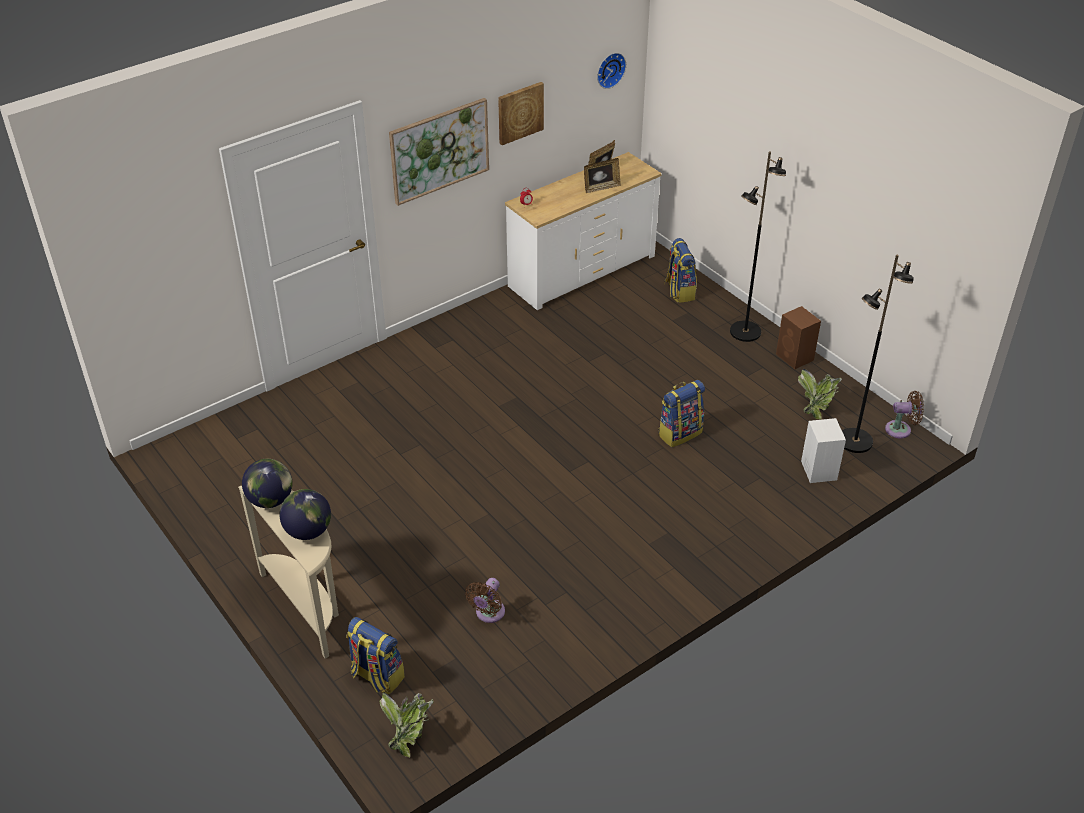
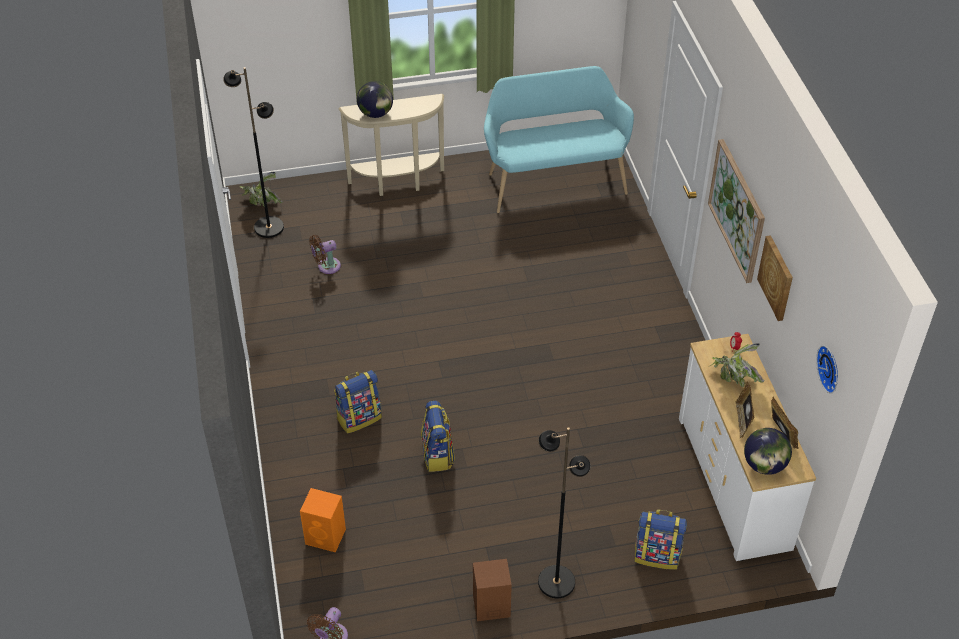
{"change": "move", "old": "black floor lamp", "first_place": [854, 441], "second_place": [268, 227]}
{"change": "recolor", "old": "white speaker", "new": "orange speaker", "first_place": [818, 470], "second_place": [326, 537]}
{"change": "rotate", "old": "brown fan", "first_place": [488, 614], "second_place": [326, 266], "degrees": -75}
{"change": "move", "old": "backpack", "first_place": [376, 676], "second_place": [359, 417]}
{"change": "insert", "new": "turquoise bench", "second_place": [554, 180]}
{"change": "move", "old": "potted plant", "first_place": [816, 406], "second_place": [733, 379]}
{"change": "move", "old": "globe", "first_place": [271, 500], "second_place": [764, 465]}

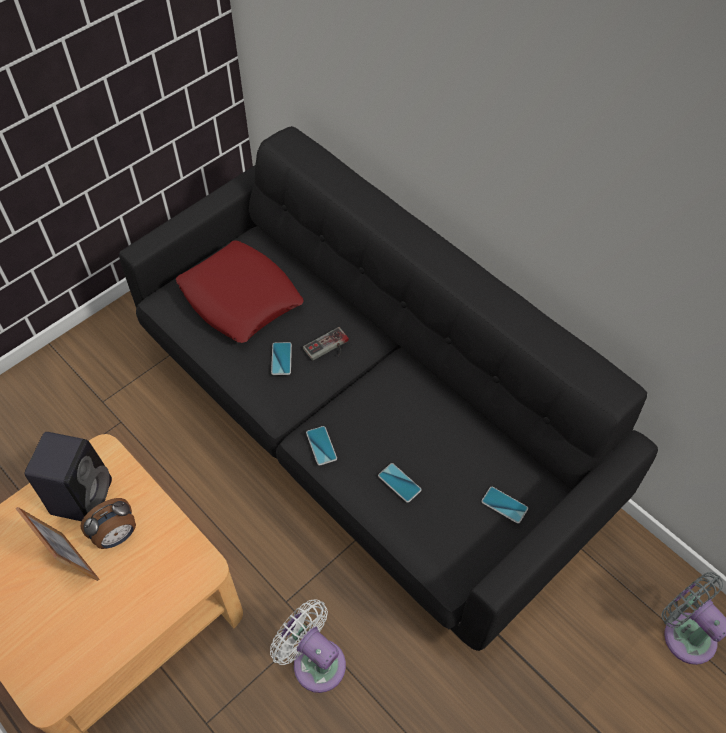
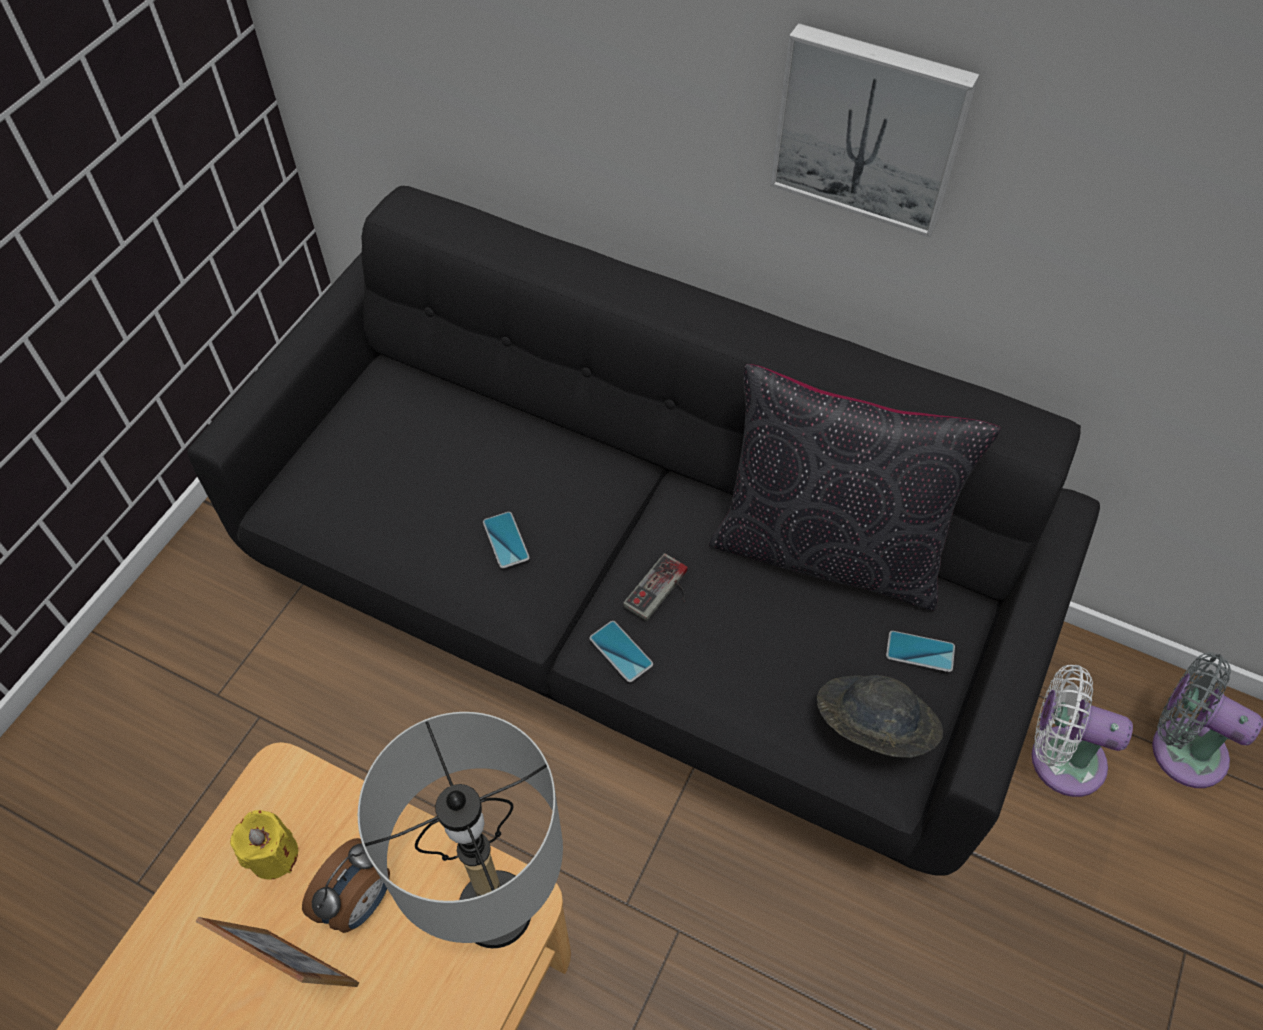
{"change": "replace", "old": "black speaker", "new": "yellow candle", "first_place": [82, 495], "second_place": [273, 855]}
{"change": "insert", "new": "grey table lamp", "second_place": [496, 911]}
{"change": "move", "old": "game controller", "first_place": [328, 348], "second_place": [662, 592]}
{"change": "insert", "new": "black pillow", "second_place": [828, 549]}
{"change": "insert", "new": "picture", "second_place": [870, 128]}
{"change": "insert", "new": "grey hat", "second_place": [872, 727]}
{"change": "move", "old": "white fan", "first_place": [315, 661], "second_place": [1059, 758]}
{"change": "delete", "old": "red pillow", "first_place": [240, 298]}
{"change": "delete", "old": "phone", "first_place": [399, 483]}

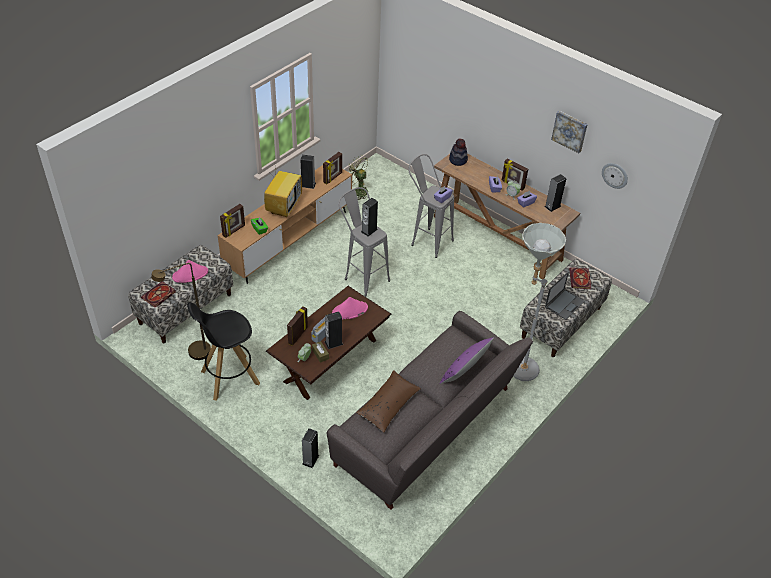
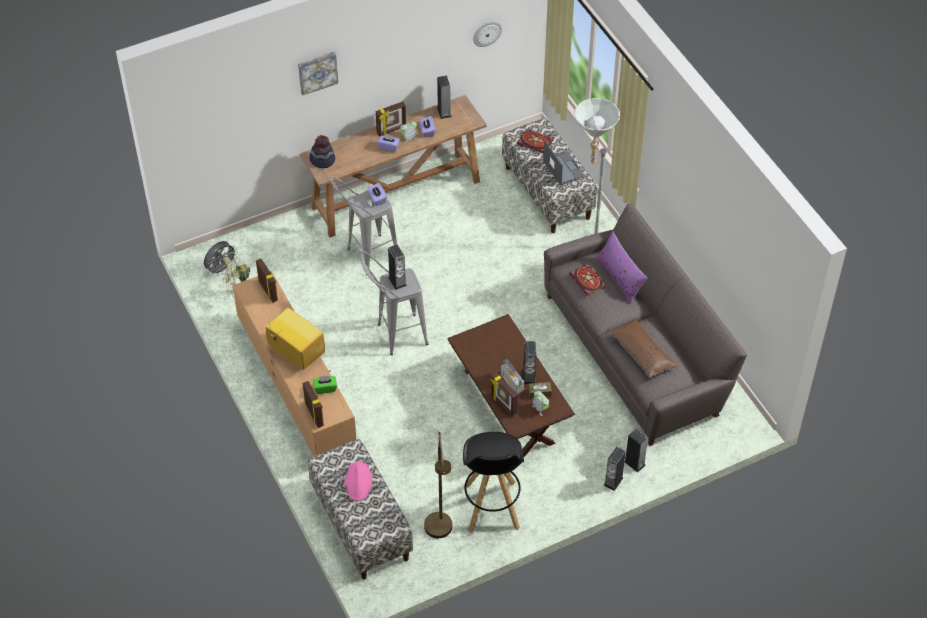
{"change": "insert", "new": "grey fan", "second_place": [221, 269]}
{"change": "move", "old": "picture", "first_place": [570, 131], "second_place": [317, 72]}
{"change": "move", "old": "book", "first_place": [158, 296], "second_place": [588, 281]}
{"change": "move", "old": "speaker", "first_place": [308, 185], "second_place": [613, 481]}
{"change": "delete", "old": "pink hat", "first_place": [349, 311]}

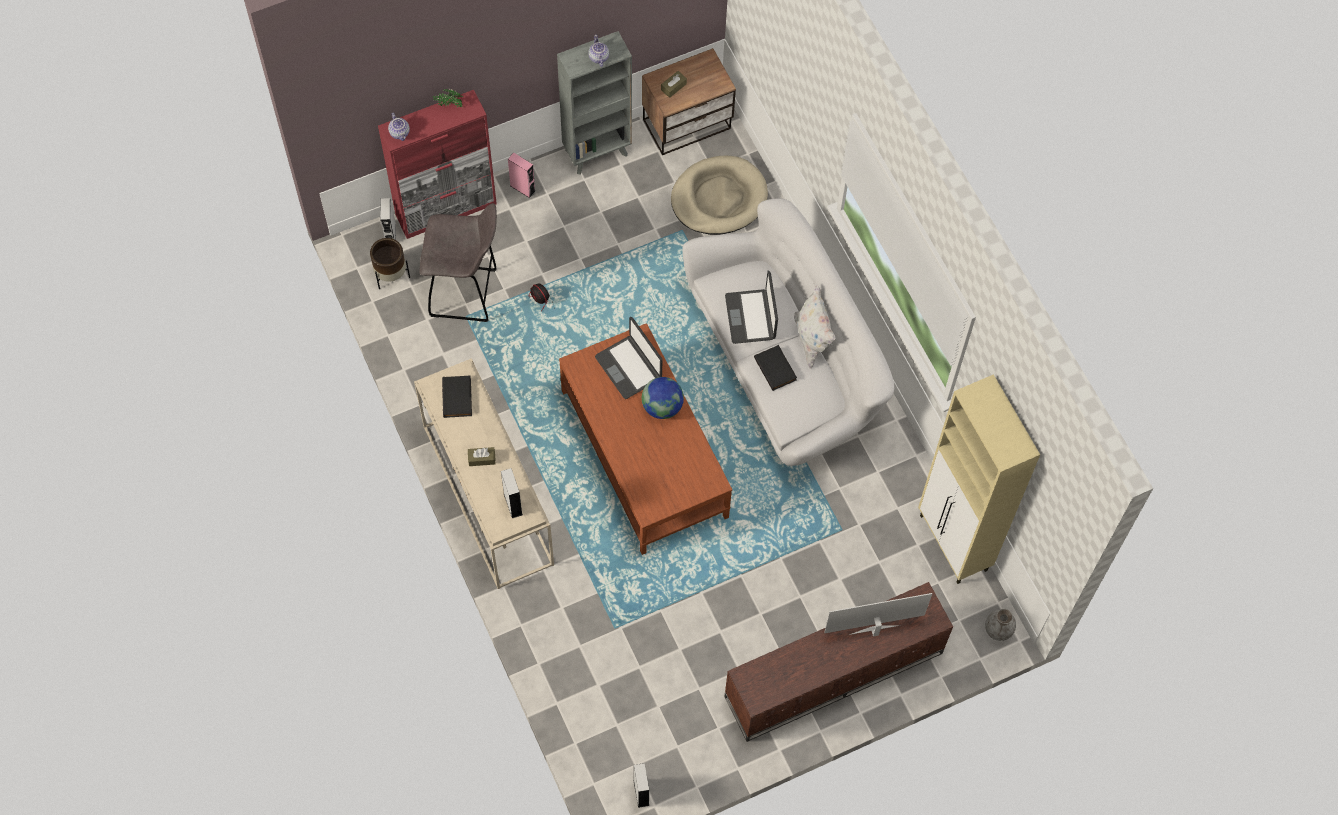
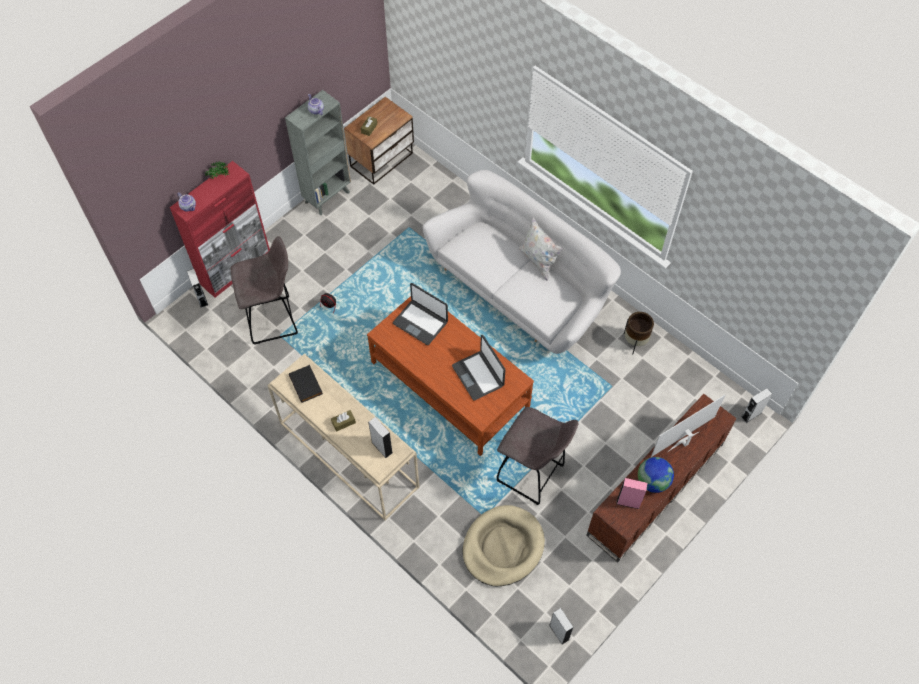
{"change": "move", "old": "laptop", "first_place": [751, 317], "second_place": [478, 375]}
{"change": "move", "old": "beige dog bed", "first_place": [718, 198], "second_place": [503, 547]}
{"change": "insert", "new": "grey stool", "second_place": [532, 474]}
{"change": "move", "old": "pink speaker", "first_place": [522, 188], "second_place": [628, 502]}
{"change": "move", "old": "brown planter", "first_place": [391, 276], "second_place": [635, 342]}
{"change": "move", "old": "globe", "first_place": [662, 406], "second_place": [652, 481]}
{"change": "replace", "old": "grey vase", "new": "grey speaker", "first_place": [998, 630], "second_place": [751, 415]}
{"change": "delete", "old": "black book", "first_place": [776, 369]}
{"change": "delete", "old": "beige cabinet", "first_place": [953, 544]}

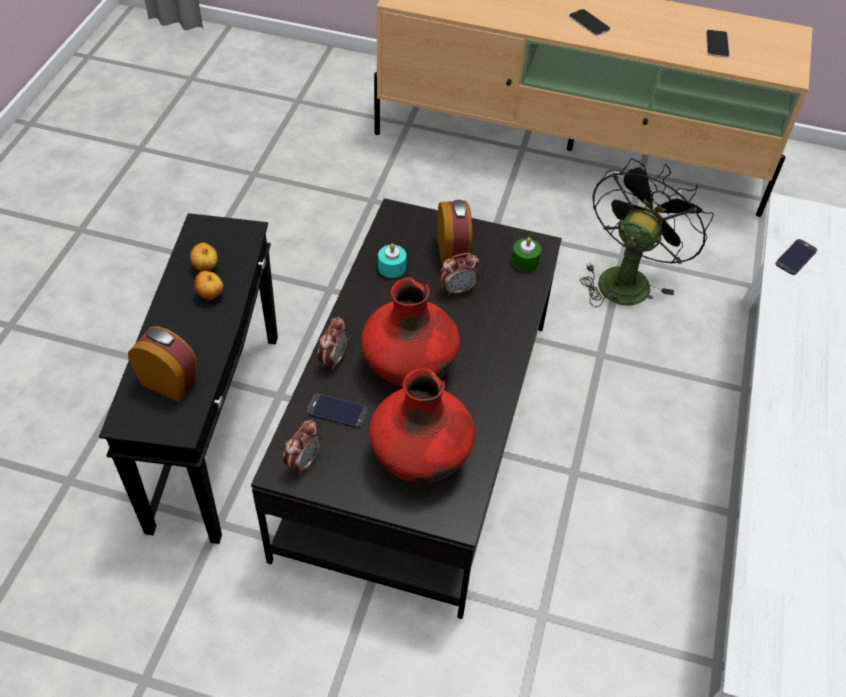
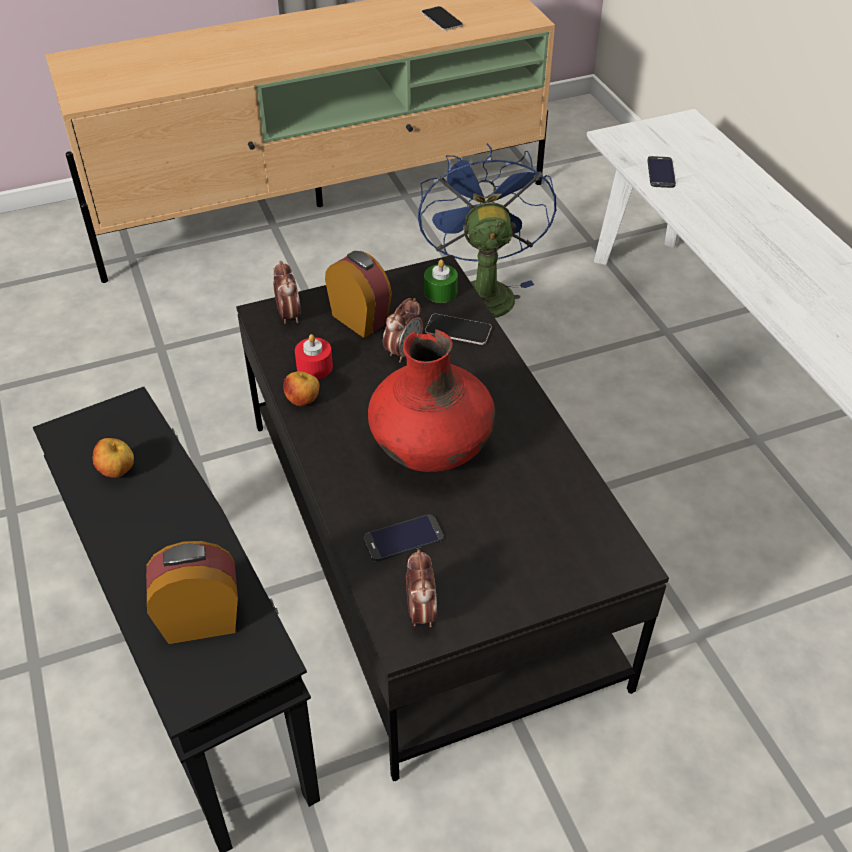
{"change": "move", "old": "alarm clock", "first_place": [333, 359], "second_place": [289, 315]}
{"change": "move", "old": "apple", "first_place": [210, 295], "second_place": [303, 401]}
{"change": "recolor", "old": "turquoise candle", "new": "red candle", "first_place": [392, 267], "second_place": [314, 367]}
{"change": "recolor", "old": "black fan", "new": "blue fan", "first_place": [627, 278], "second_place": [480, 291]}
{"change": "move", "old": "phone", "first_place": [589, 23], "second_place": [458, 330]}
{"change": "delete", "old": "red vase", "first_place": [420, 457]}

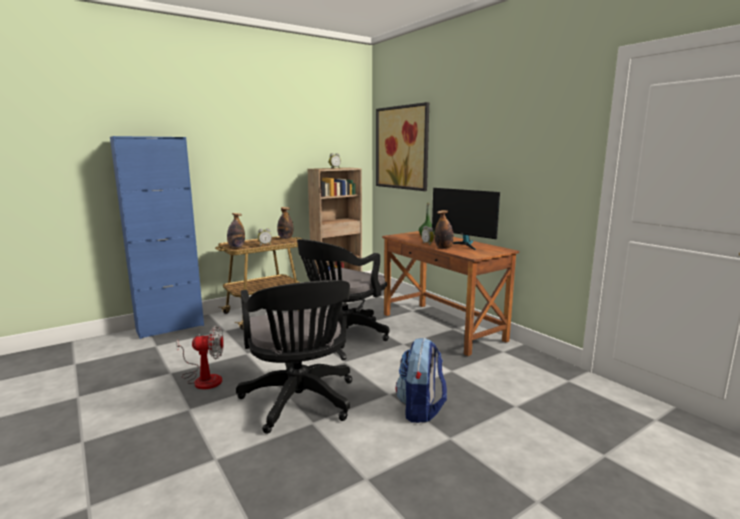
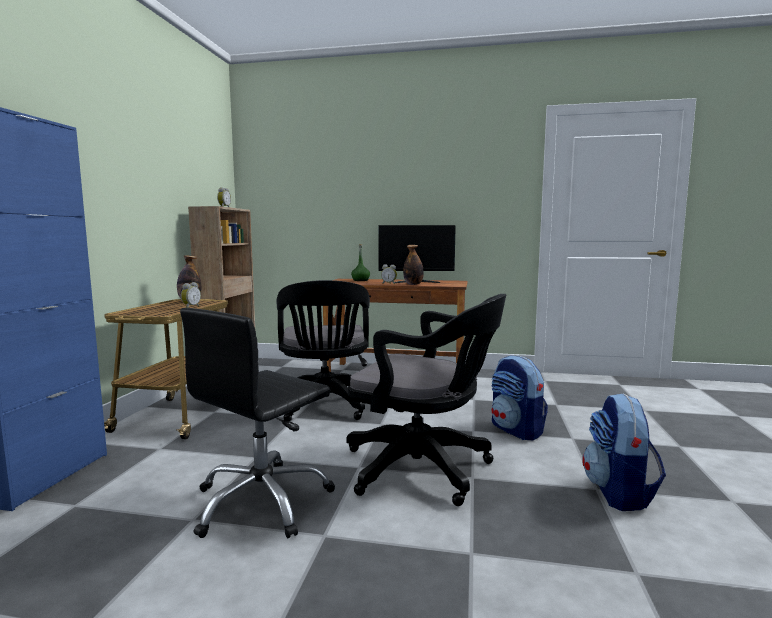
{"change": "replace", "old": "fan", "new": "black office chair", "first_place": [203, 379], "second_place": [262, 502]}
{"change": "insert", "new": "backpack", "second_place": [619, 493]}
{"change": "delete", "old": "bottle", "first_place": [236, 247]}
{"change": "delete", "old": "picture", "first_place": [402, 147]}

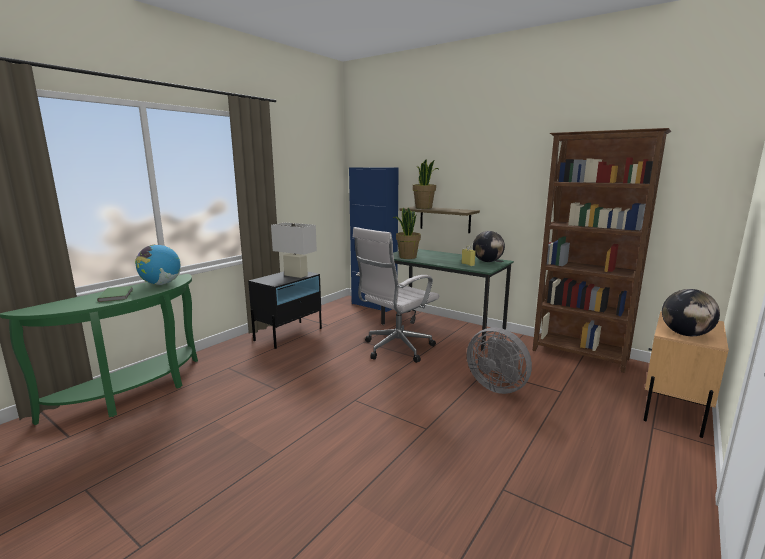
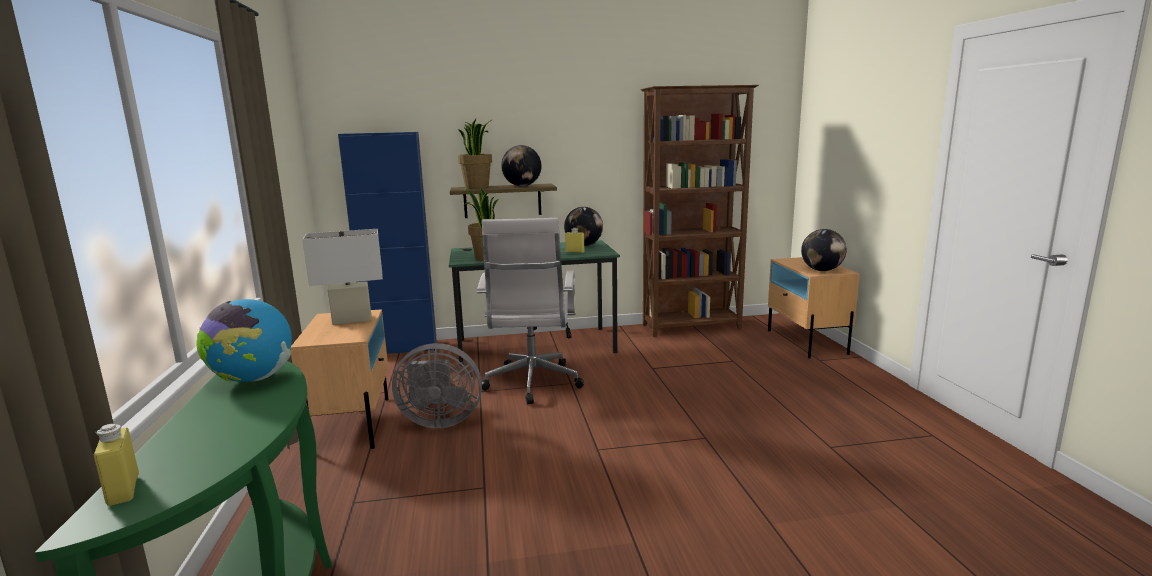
{"change": "insert", "new": "yellow bottle", "second_place": [123, 490]}
{"change": "recolor", "old": "black nightstand", "new": "beige nightstand", "first_place": [289, 334], "second_place": [353, 424]}
{"change": "move", "old": "grey fan", "first_place": [497, 386], "second_place": [439, 420]}
{"change": "insert", "new": "globe", "second_place": [522, 186]}
{"change": "delete", "old": "green book", "first_place": [117, 295]}

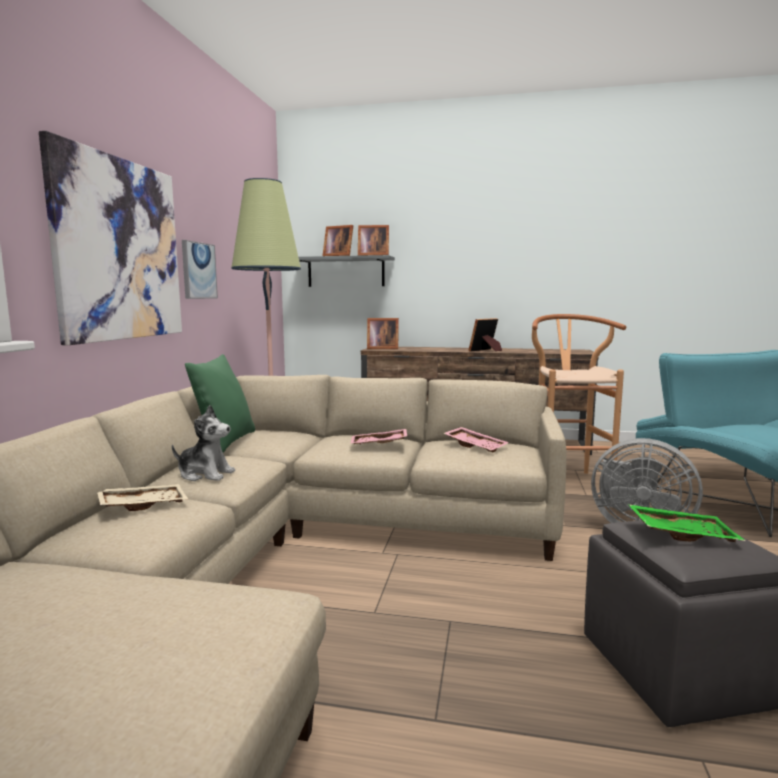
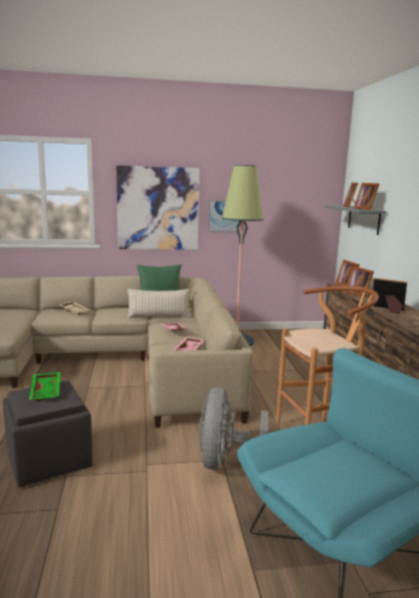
{"change": "insert", "new": "beige pillow", "second_place": [159, 316]}
{"change": "insert", "new": "picture frame", "second_place": [358, 294]}
{"change": "delete", "old": "plush toy", "first_place": [205, 474]}

